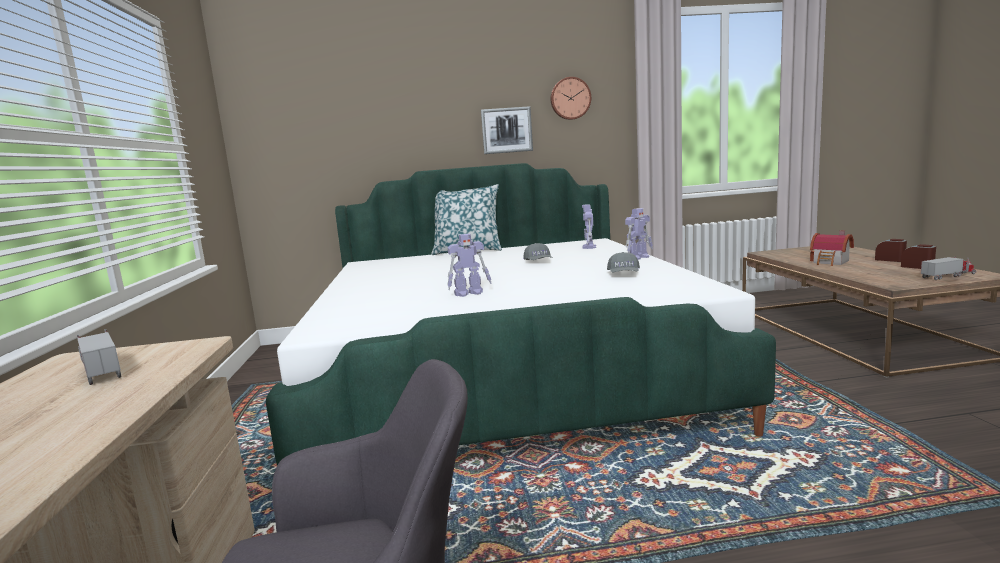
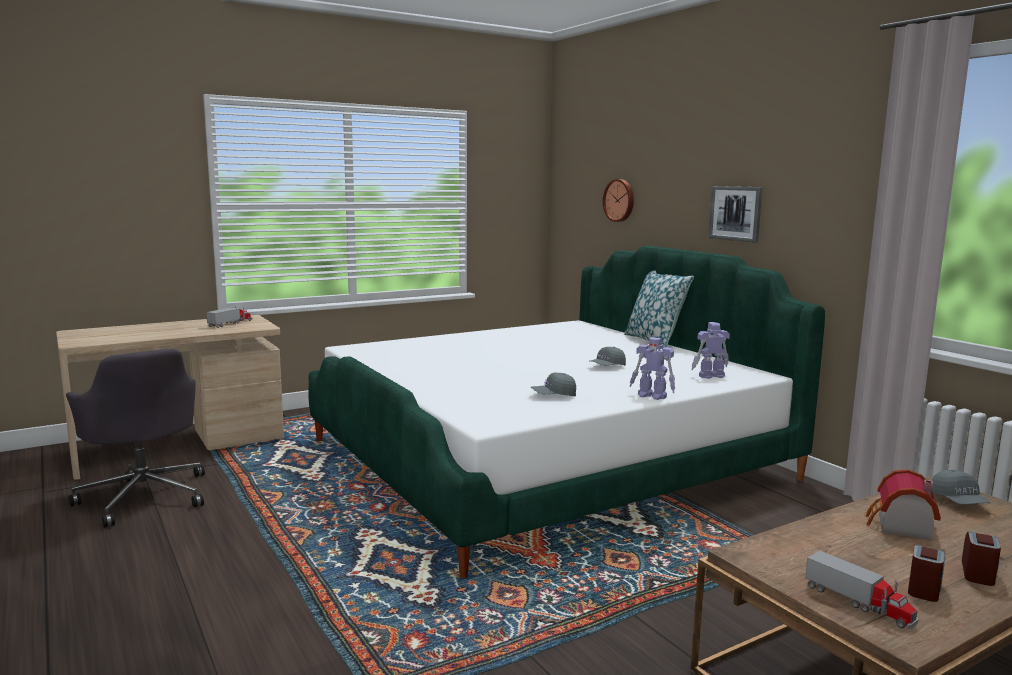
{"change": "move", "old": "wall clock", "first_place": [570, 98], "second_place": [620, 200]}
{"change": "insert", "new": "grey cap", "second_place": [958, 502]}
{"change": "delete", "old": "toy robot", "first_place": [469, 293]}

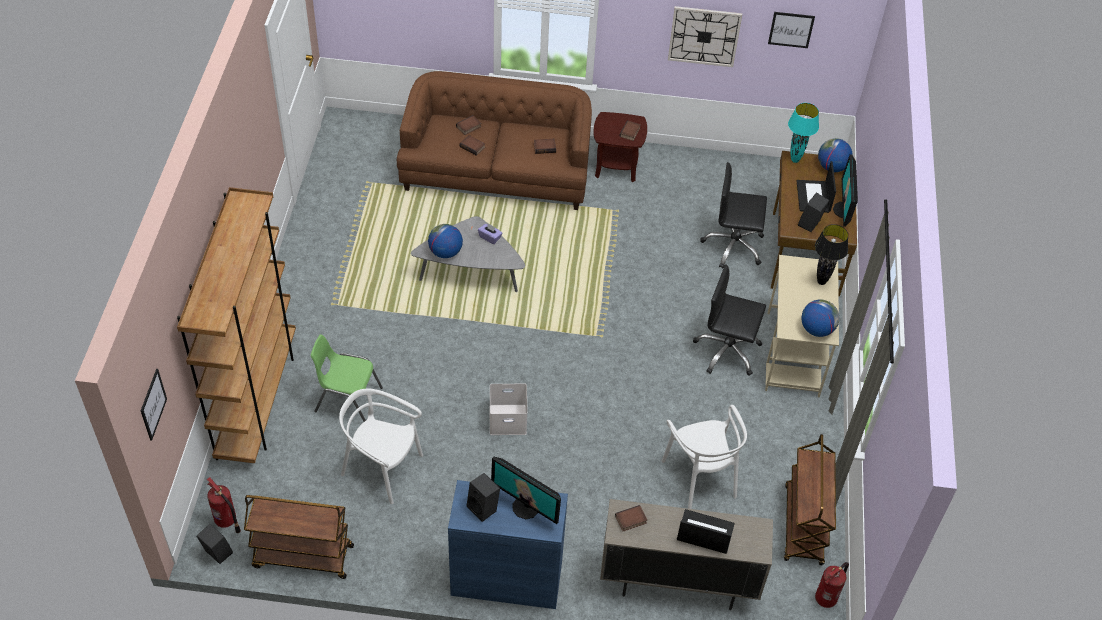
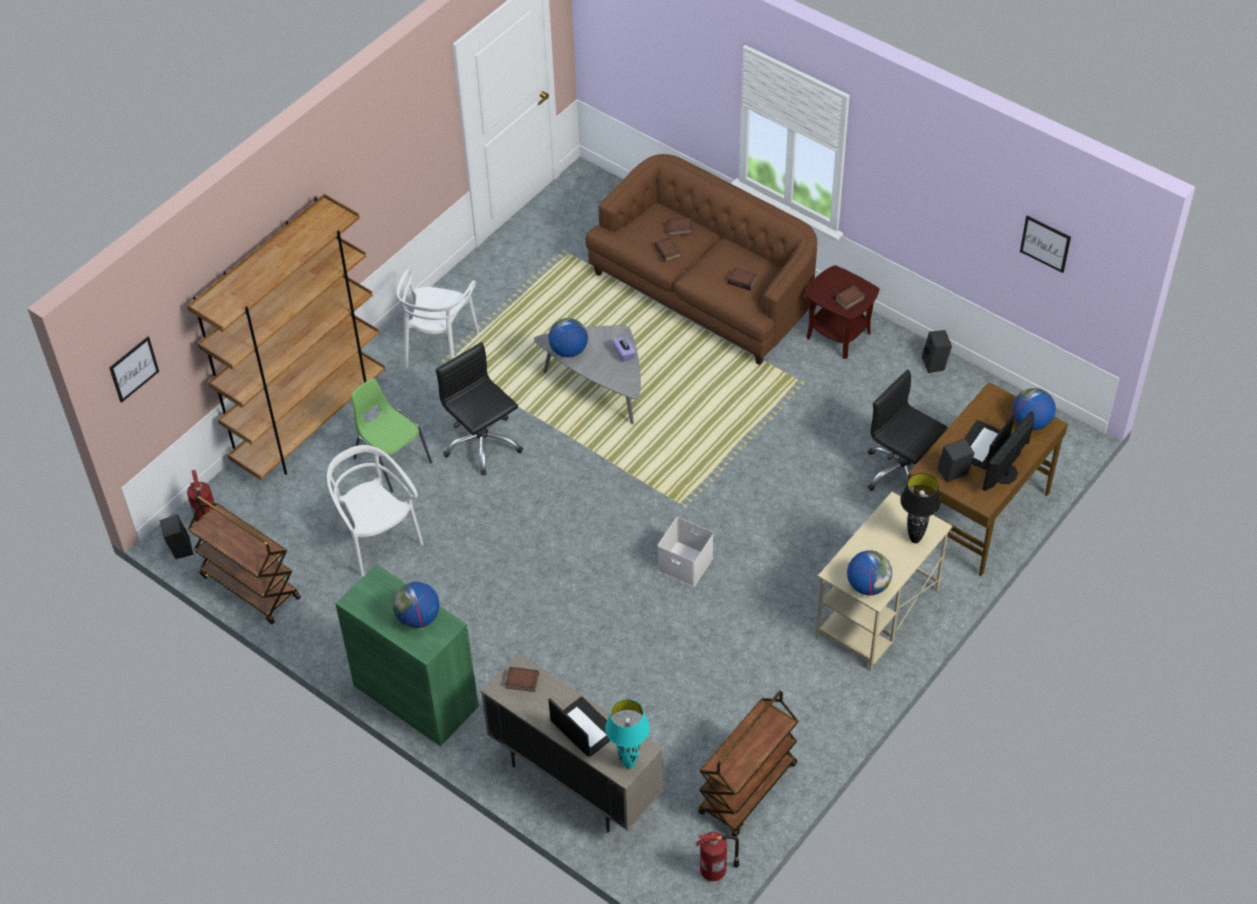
{"change": "recolor", "old": "blue cabinet", "new": "green cabinet", "first_place": [506, 578], "second_place": [416, 696]}
{"change": "replace", "old": "monitor", "new": "globe", "first_place": [525, 507], "second_place": [418, 618]}
{"change": "move", "old": "white chair", "first_place": [701, 477], "second_place": [439, 348]}
{"change": "move", "old": "black office chair", "first_place": [727, 351], "second_place": [482, 444]}
{"change": "move", "old": "turquoise table lamp", "first_place": [795, 160], "second_place": [628, 764]}
{"change": "move", "old": "white storage box", "first_place": [508, 419], "second_place": [686, 563]}
{"change": "move", "old": "black speaker", "first_place": [484, 508], "second_place": [935, 364]}
{"change": "delete", "old": "wall clock", "first_place": [704, 36]}

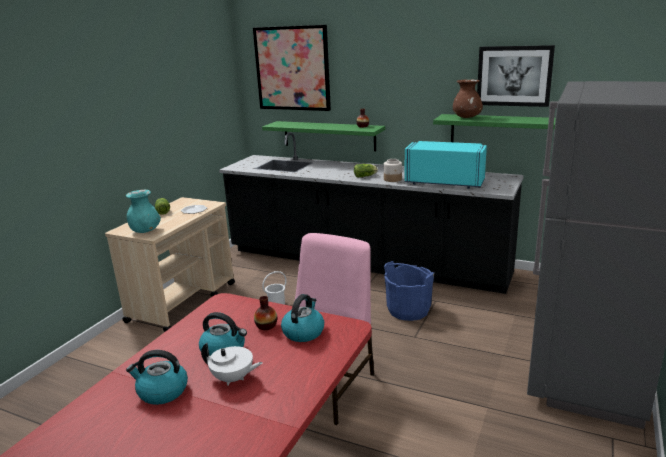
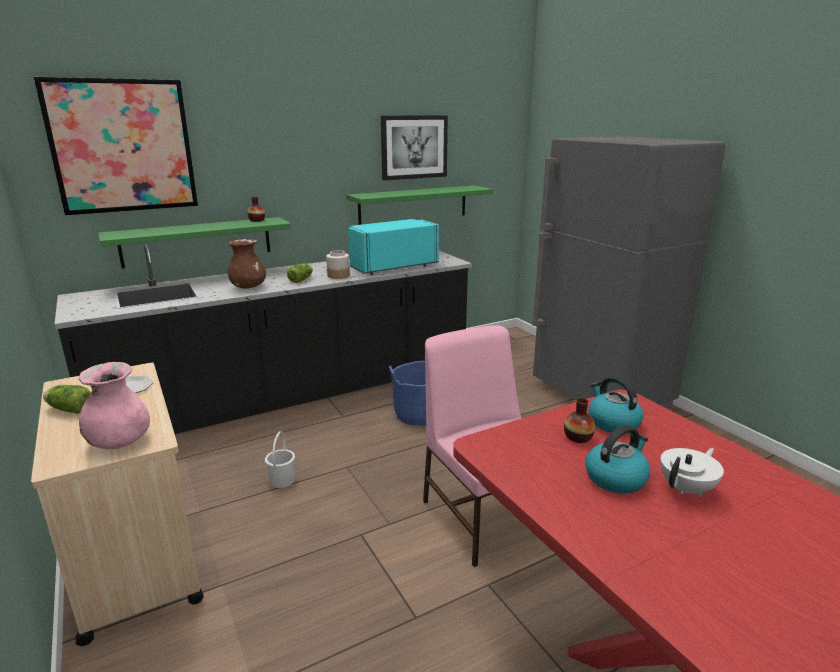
{"change": "recolor", "old": "turquoise vase", "new": "pink vase", "first_place": [145, 231], "second_place": [120, 442]}
{"change": "move", "old": "brown vase", "first_place": [467, 117], "second_place": [248, 287]}
{"change": "delete", "old": "kettle", "first_place": [162, 392]}

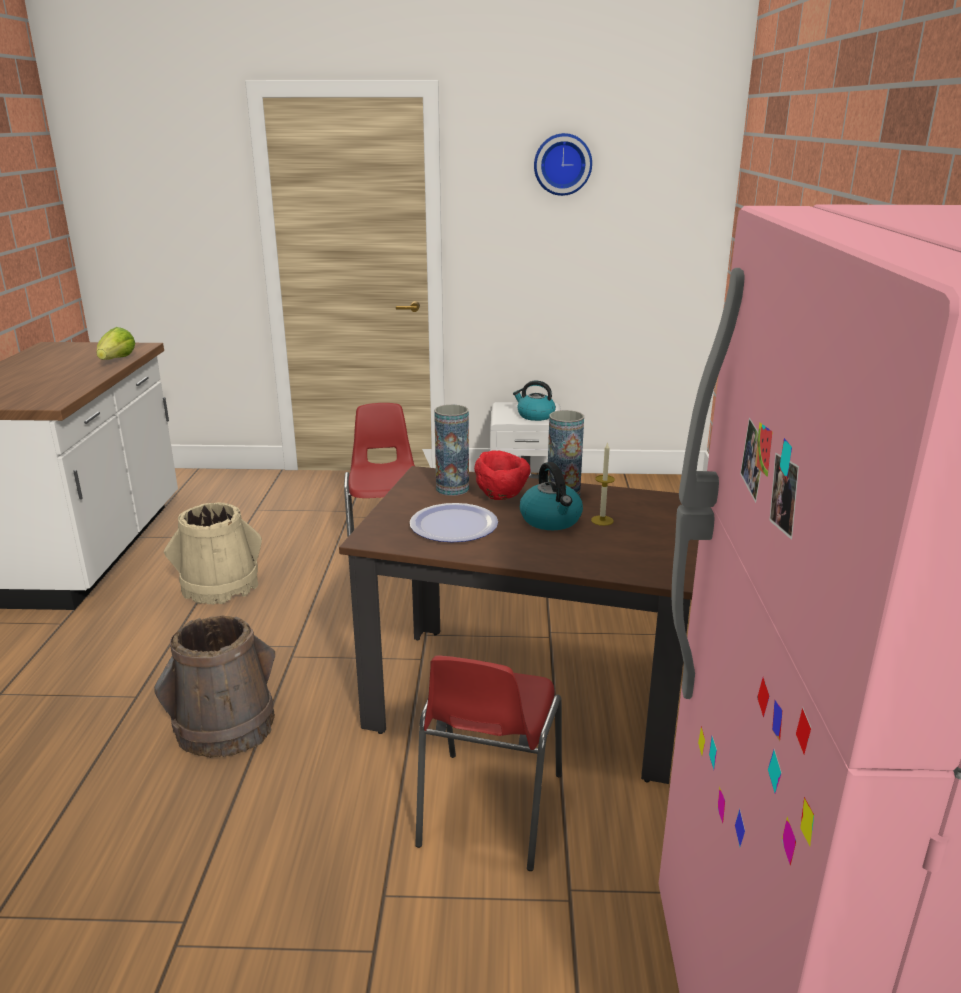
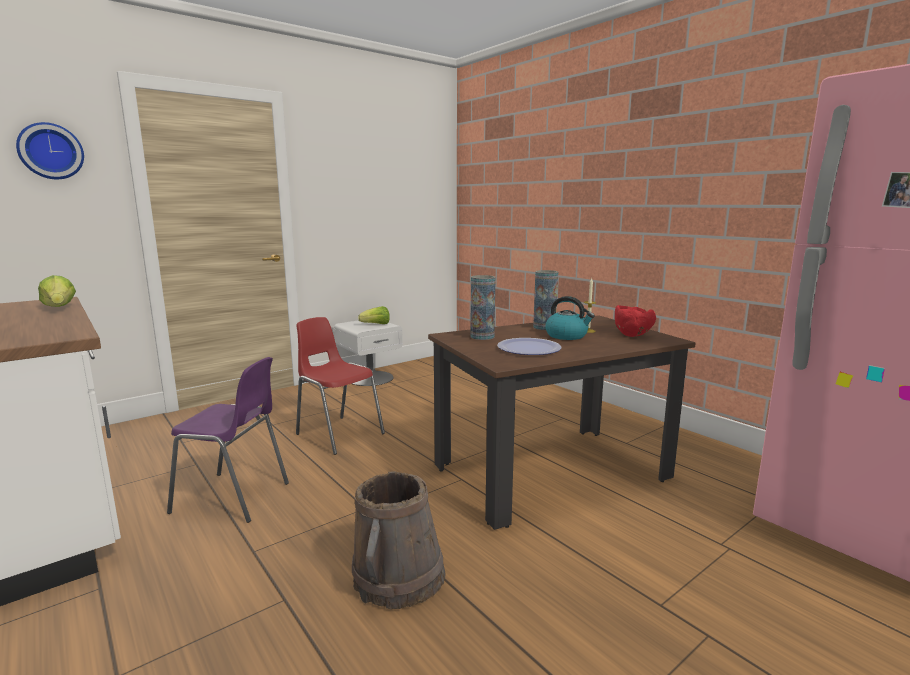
{"change": "move", "old": "wall clock", "first_place": [562, 164], "second_place": [51, 151]}
{"change": "replace", "old": "beige bucket", "new": "purple chair", "first_place": [220, 586], "second_place": [234, 498]}
{"change": "replace", "old": "kettle", "new": "lettuce", "first_place": [535, 416], "second_place": [376, 324]}
{"change": "move", "old": "red bowl", "first_place": [501, 497], "second_place": [632, 335]}
{"change": "delete", "old": "red chair", "first_place": [488, 812]}

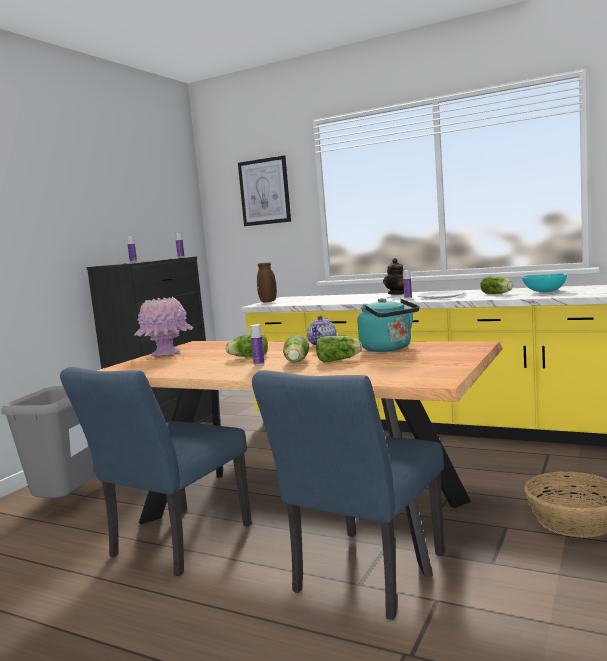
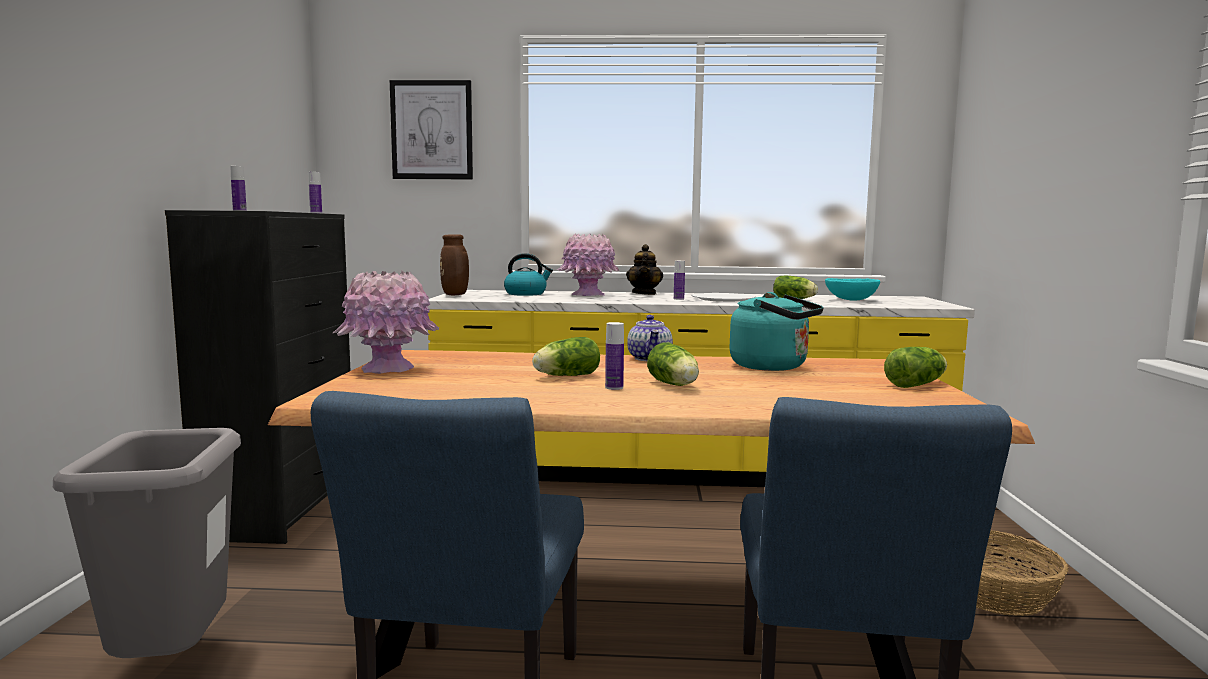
{"change": "insert", "new": "kettle", "second_place": [526, 294]}
{"change": "insert", "new": "pink vase", "second_place": [588, 295]}
{"change": "move", "old": "lettuce", "first_place": [340, 360], "second_place": [917, 384]}

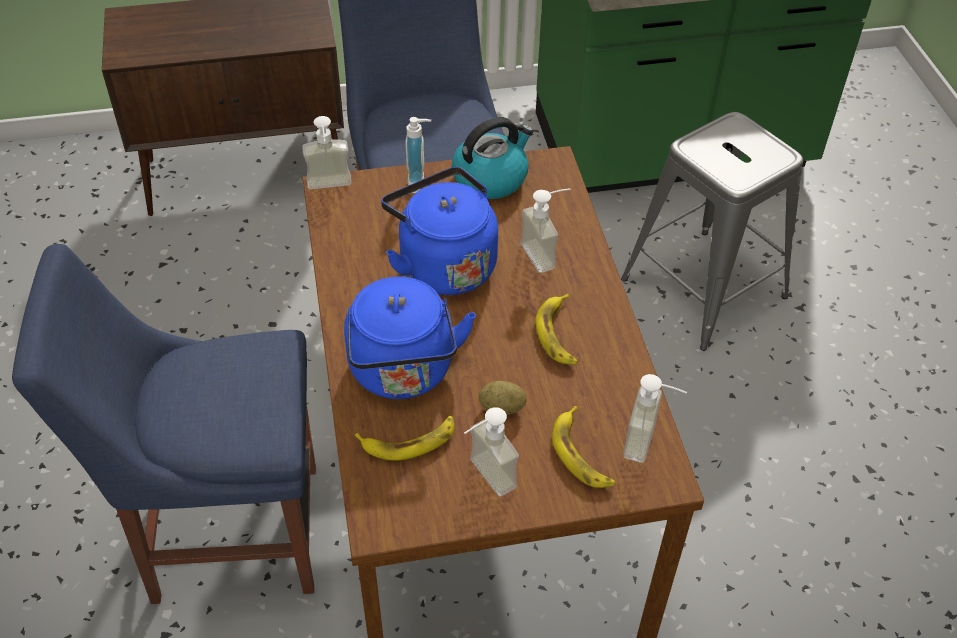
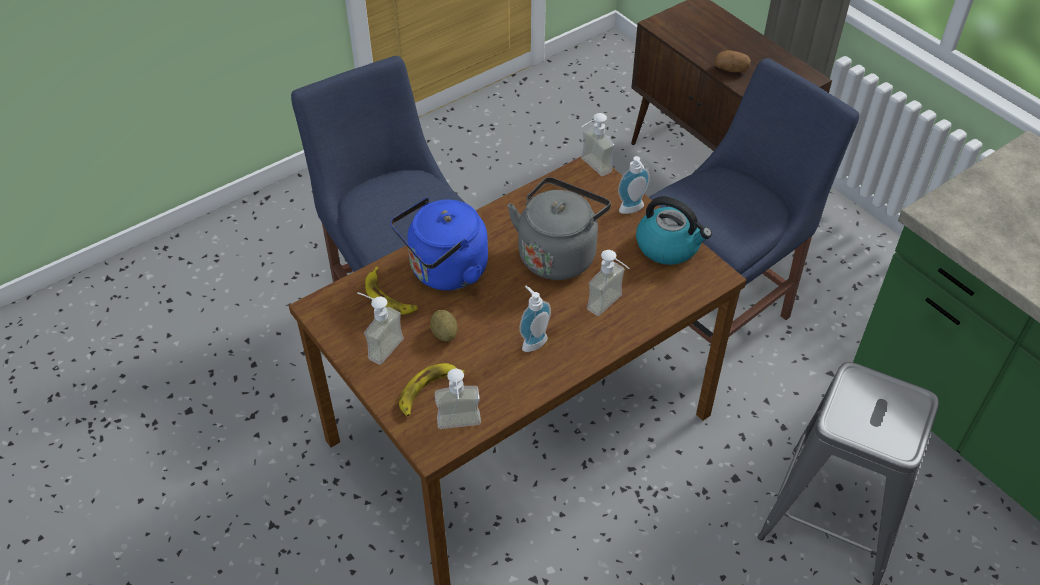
{"change": "recolor", "old": "blue kettle", "new": "grey kettle", "first_place": [443, 264], "second_place": [558, 254]}
{"change": "replace", "old": "banana", "new": "soap dispenser", "first_place": [558, 334], "second_place": [532, 341]}
{"change": "insert", "new": "potato", "second_place": [731, 69]}

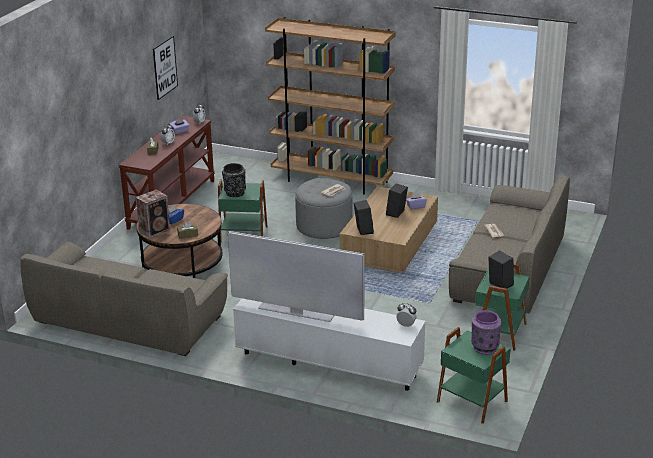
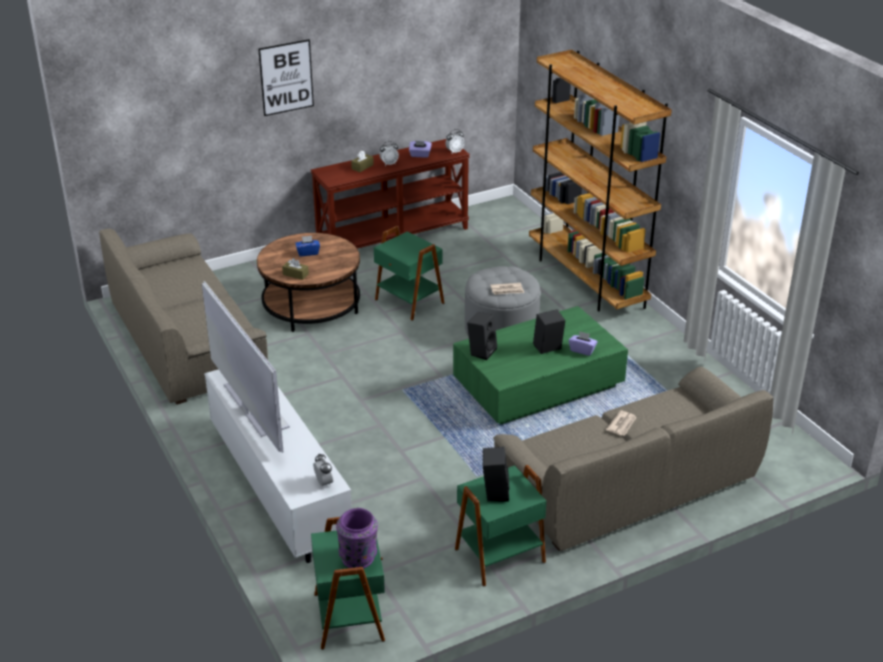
{"change": "move", "old": "picture", "first_place": [165, 67], "second_place": [286, 77]}
{"change": "recolor", "old": "brown coffee table", "new": "green coffee table", "first_place": [389, 244], "second_place": [537, 384]}
{"change": "delete", "old": "speaker", "first_place": [155, 230]}
{"change": "delete", "old": "black vase", "first_place": [234, 193]}

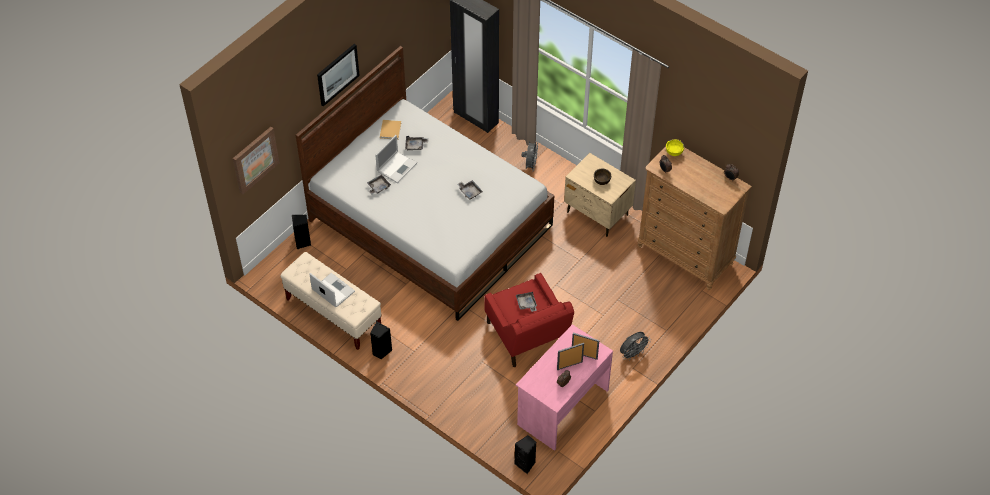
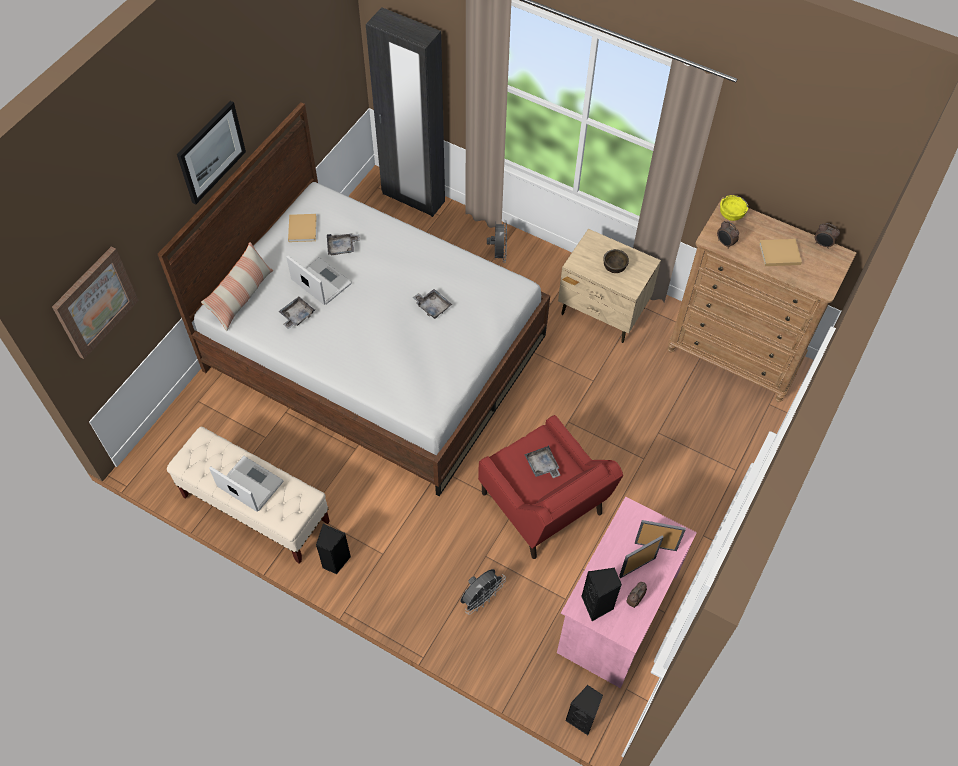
{"change": "insert", "new": "pillow", "second_place": [242, 297]}
{"change": "rotate", "old": "laptop", "first_place": [397, 166], "second_place": [320, 281], "degrees": -75}
{"change": "move", "old": "grey fan", "first_place": [633, 354], "second_place": [481, 599]}
{"change": "move", "old": "black speaker", "first_place": [303, 242], "second_place": [598, 605]}
{"change": "insert", "new": "beige book", "second_place": [778, 253]}

